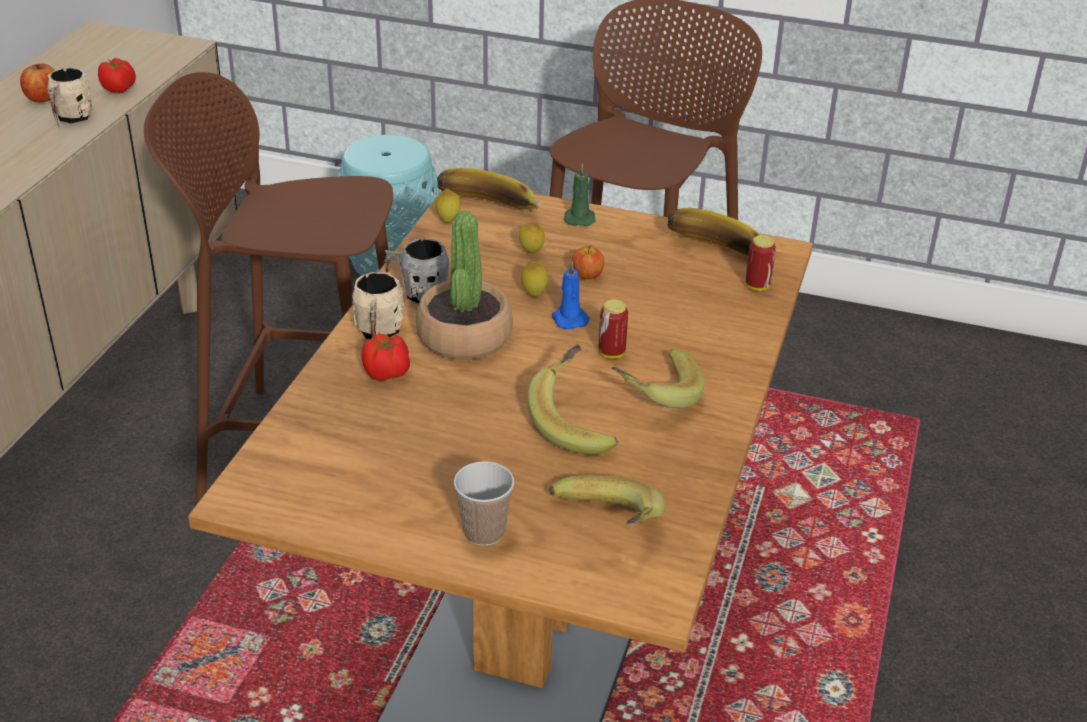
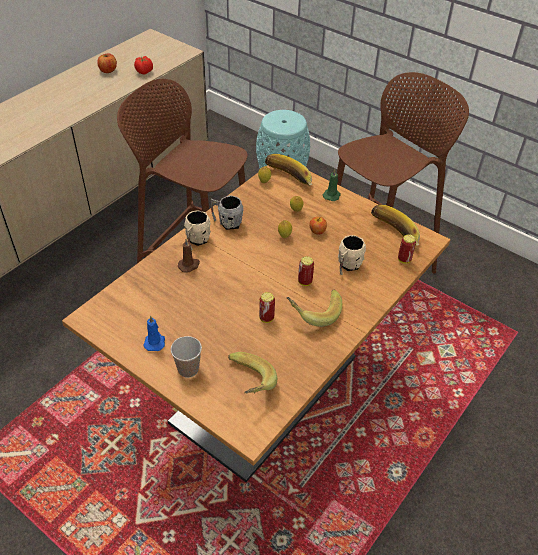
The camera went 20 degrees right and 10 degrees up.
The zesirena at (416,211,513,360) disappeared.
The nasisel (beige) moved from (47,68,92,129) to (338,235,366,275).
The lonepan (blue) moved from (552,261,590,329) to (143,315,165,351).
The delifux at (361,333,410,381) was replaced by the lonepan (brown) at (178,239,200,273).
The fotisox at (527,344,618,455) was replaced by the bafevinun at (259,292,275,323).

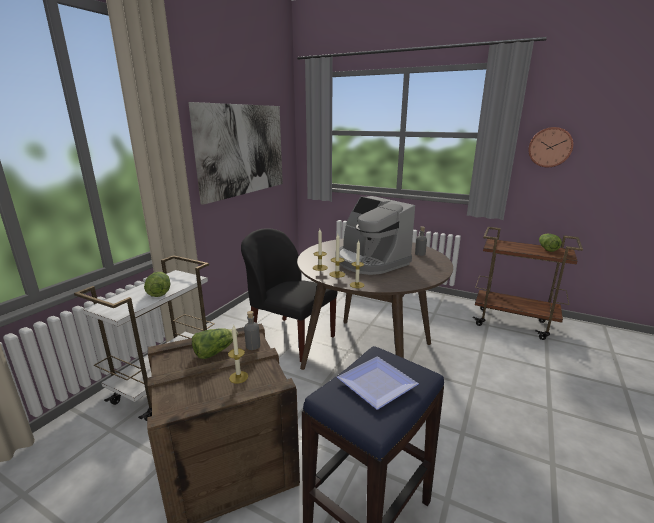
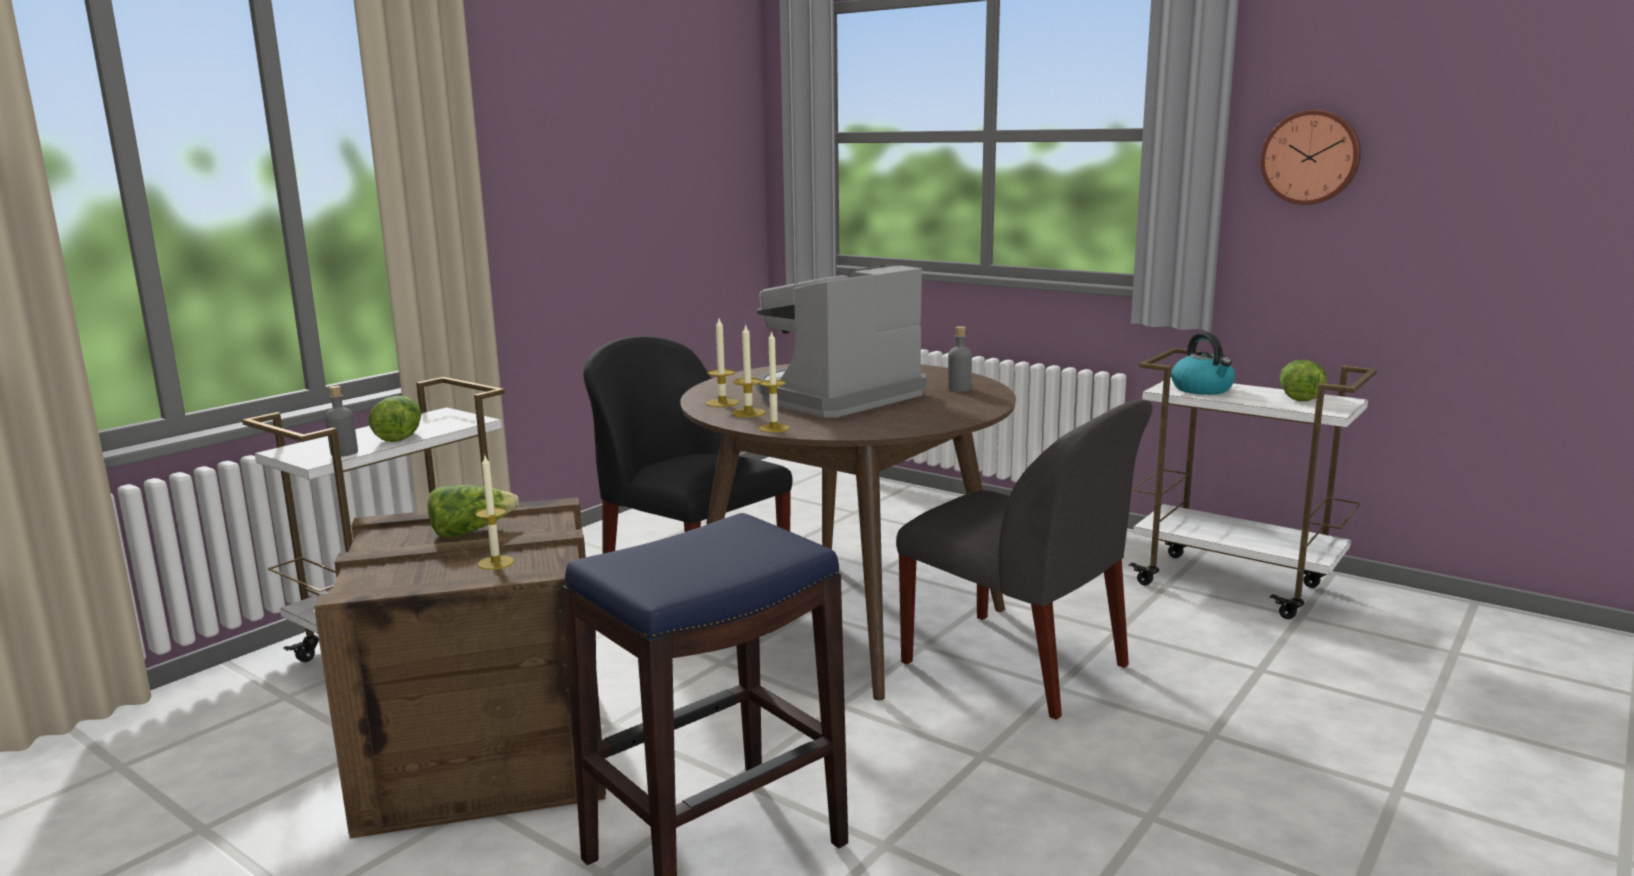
The camera went 10 degrees right and 5 degrees down.
The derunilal at (188,102,283,205) disappeared.
The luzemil at (337,357,419,410) disappeared.
The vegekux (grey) at (896,399,1153,720) appeared.
The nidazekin at (1171,332,1235,395) appeared.
The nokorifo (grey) moved from (244,311,260,350) to (325,386,358,457).
The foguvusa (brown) at (472,227,583,340) became the foguvusa (white) at (1129,348,1377,619).
The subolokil at (335,196,415,275) turned 75 degrees clockwise.

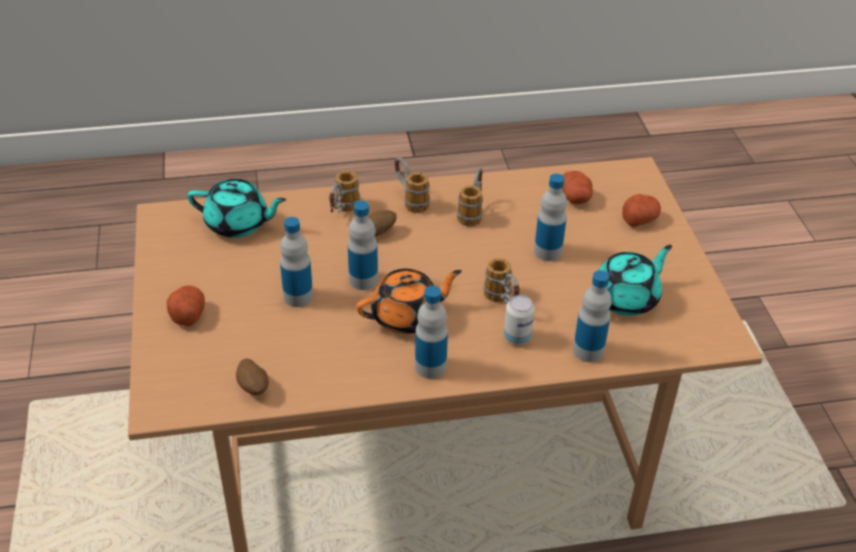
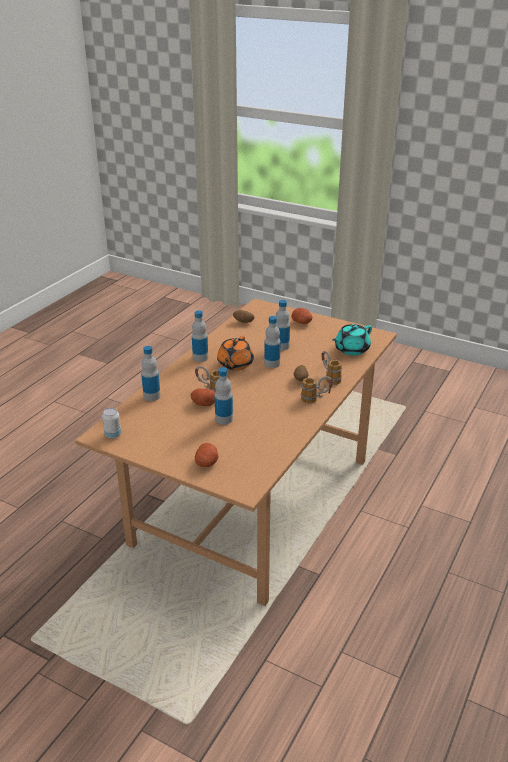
The camera went 130 degrees right and 10 degrees down.
The nasisel at (457,168,483,227) disappeared.
The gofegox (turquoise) at (599,245,672,316) disappeared.
The bafevinun moved from (504,295,535,345) to (102,408,121,439).
The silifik moved from (562,171,593,204) to (190,389,215,406).

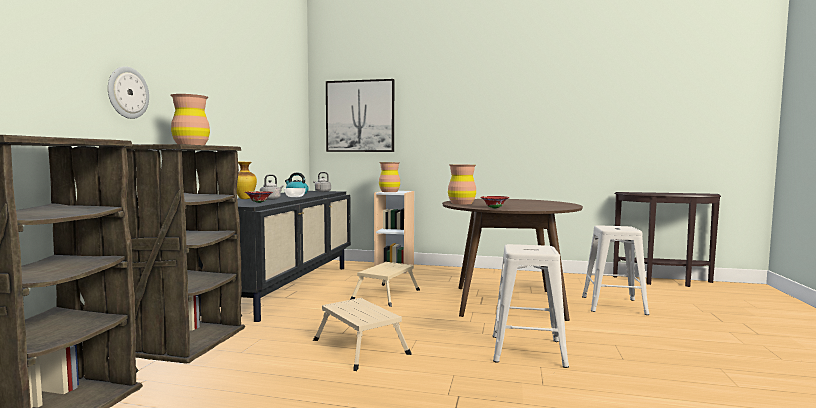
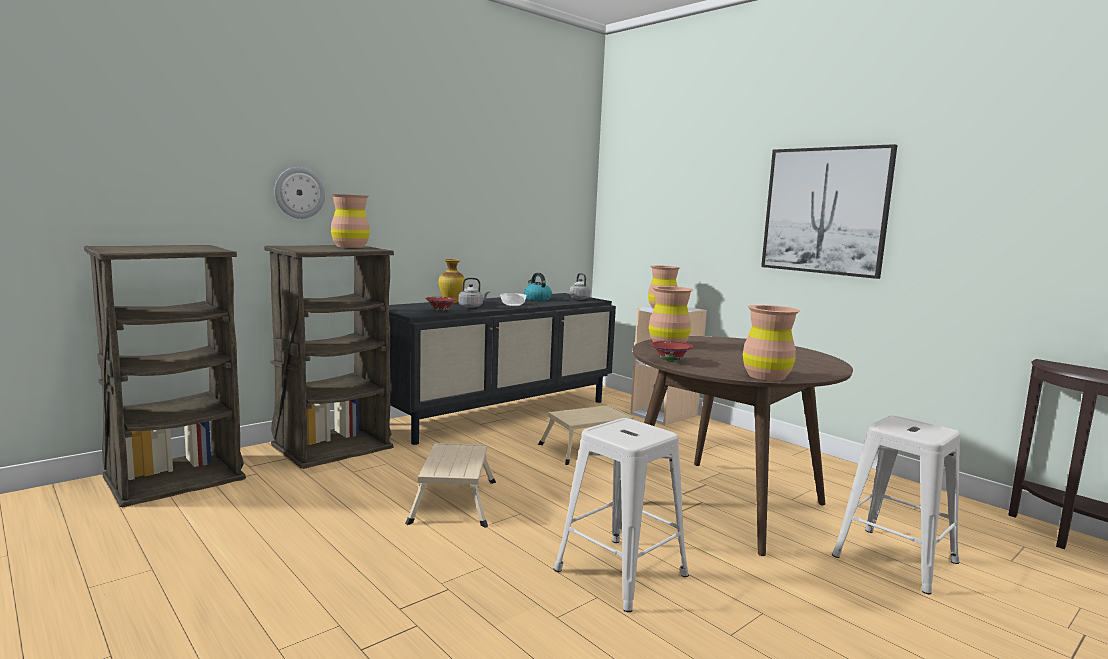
The camera went 35 degrees right and 5 degrees up.
The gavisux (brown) at (743,305,800,381) appeared.
The derunilal moved from (326,79,394,152) to (761,144,897,279).

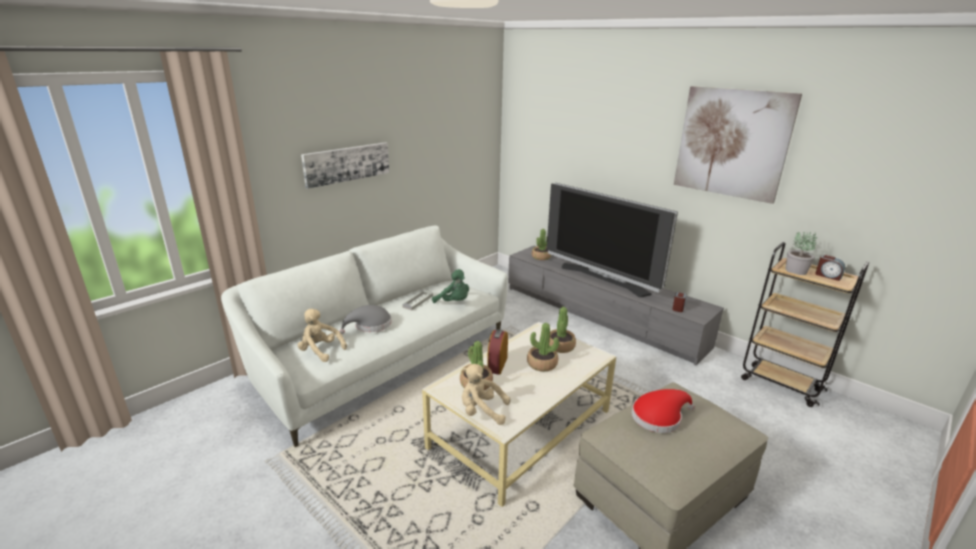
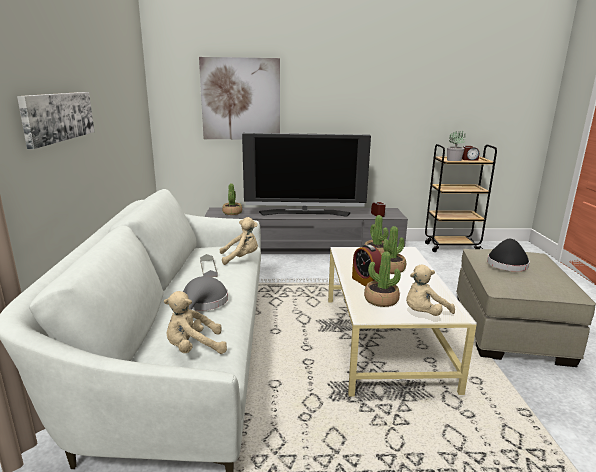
The camera went 45 degrees left and 5 degrees down.
The derunilal moved from (674,86,802,204) to (199,57,280,139).
The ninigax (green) at (432,269,469,303) became the ninigax (beige) at (220,217,258,265).
The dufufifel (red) at (632,389,695,433) became the dufufifel (black) at (487,239,530,271).

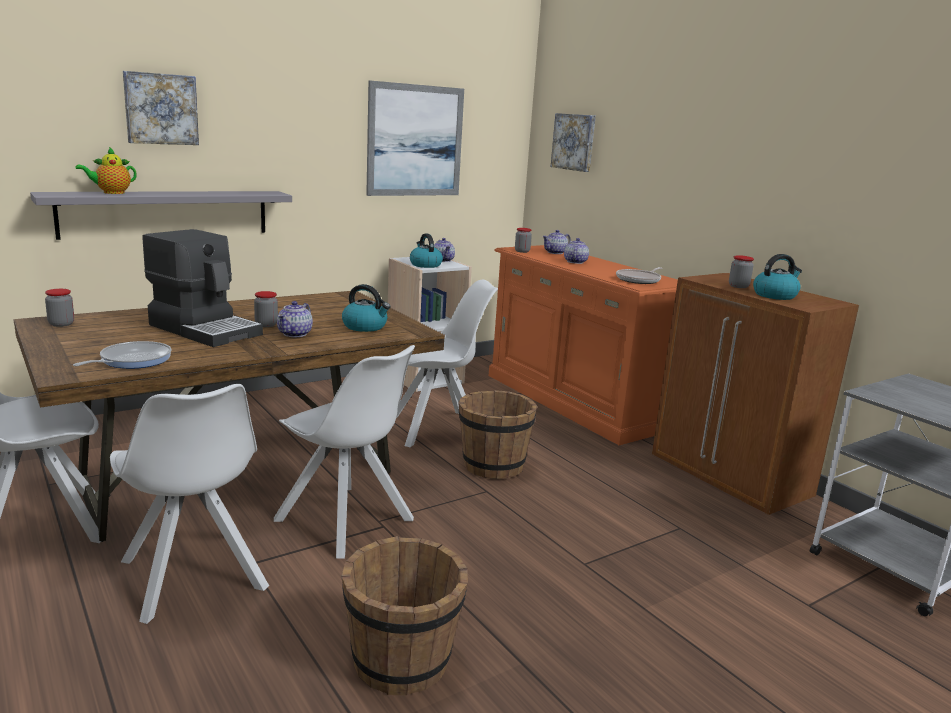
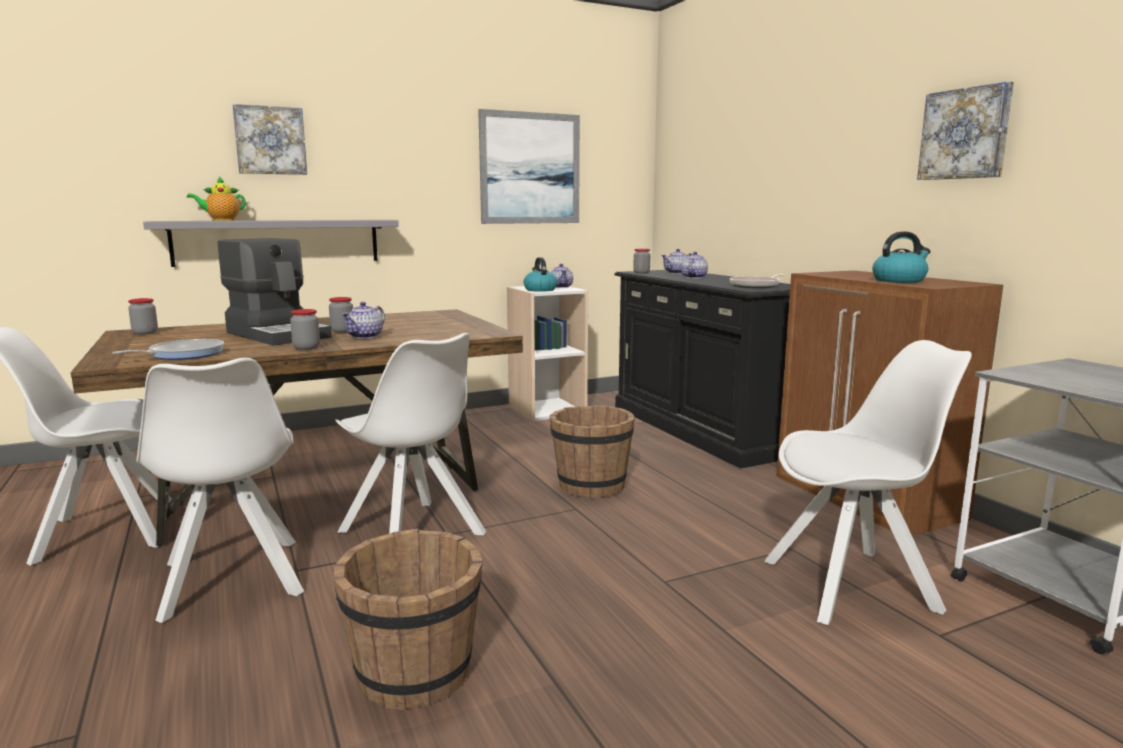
The camera went 10 degrees right and 5 degrees down.
The nidazekin at (342,284,390,332) disappeared.
The vegekux (white) moved from (396,280,498,447) to (764,340,972,625).
The derunilal moved from (551,113,596,172) to (917,81,1014,180).
The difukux moved from (729,255,754,288) to (290,309,320,350).
The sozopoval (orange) at (489,245,678,445) became the sozopoval (black) at (614,270,790,469).

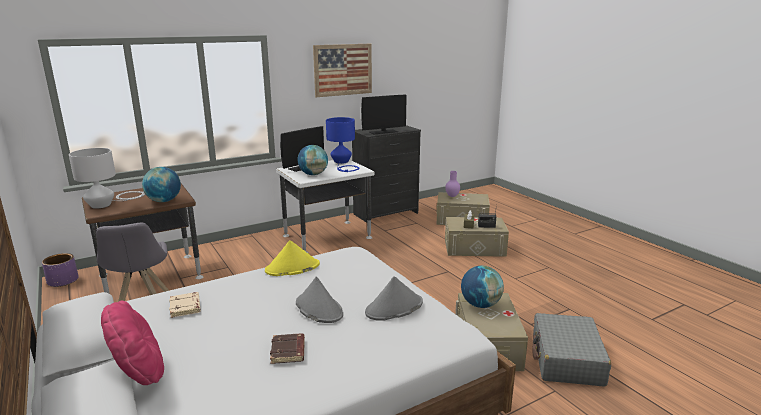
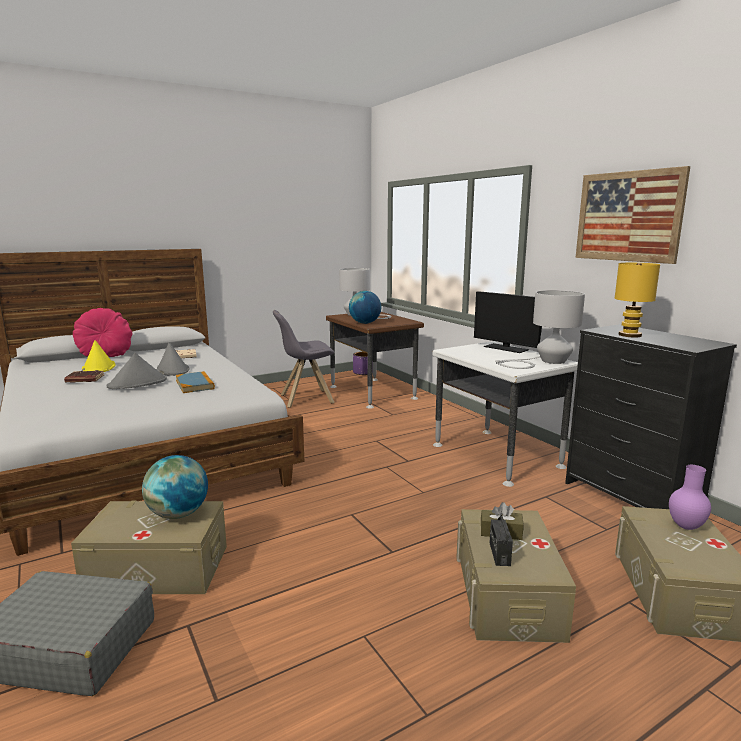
The camera went 90 degrees right and 5 degrees down.
The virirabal at (298,145,328,175) disappeared.
The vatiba at (175,371,215,393) appeared.
The dufufifel (yellow) moved from (265,240,320,276) to (82,340,115,372).
The dufufifel (grey) moved from (365,276,423,321) to (156,342,189,376).
The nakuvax at (361,95,407,134) was replaced by the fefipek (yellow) at (615,263,660,338).
The fefipek (blue) at (326,117,359,172) became the fefipek (grey) at (495,290,585,369).

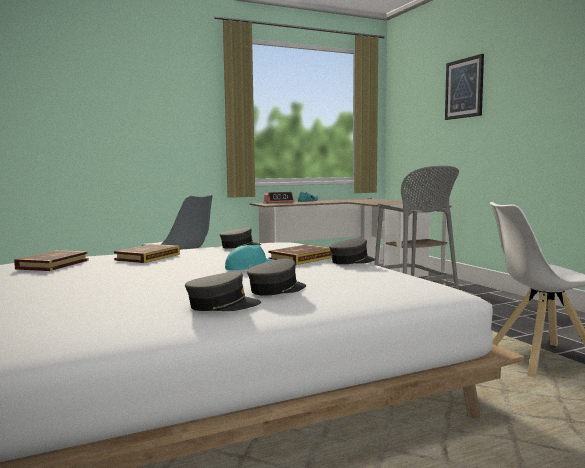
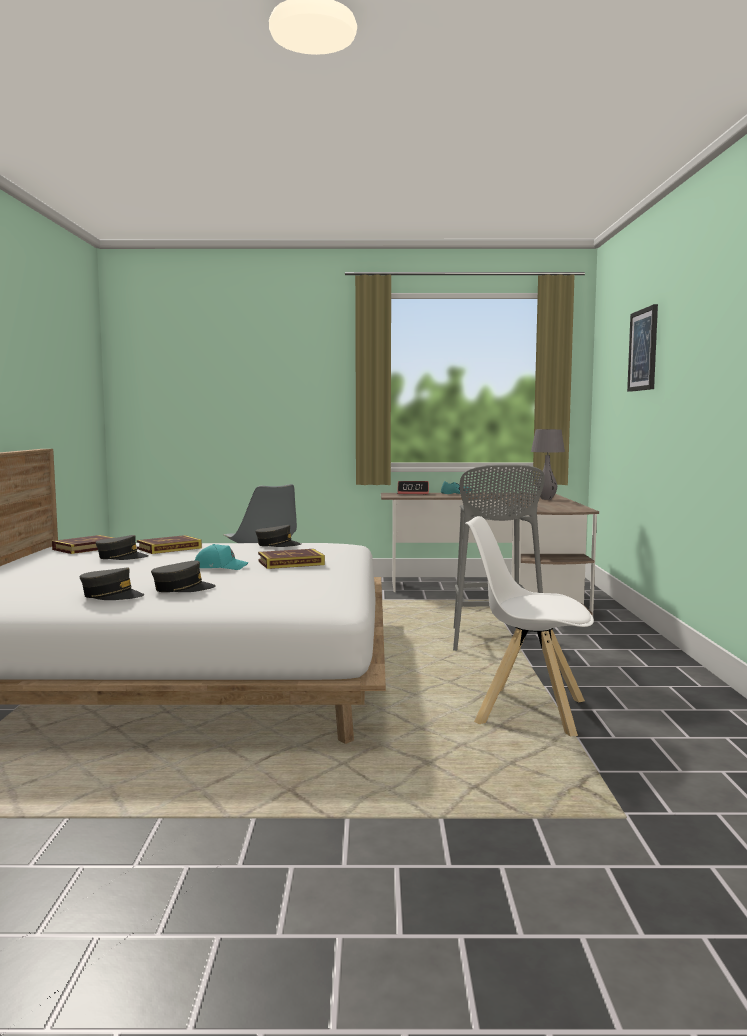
The camera went 25 degrees right and 0 degrees up.
The fefipek (grey) at (531,429,565,500) appeared.
The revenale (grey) moved from (329,238,376,264) to (95,535,149,560).

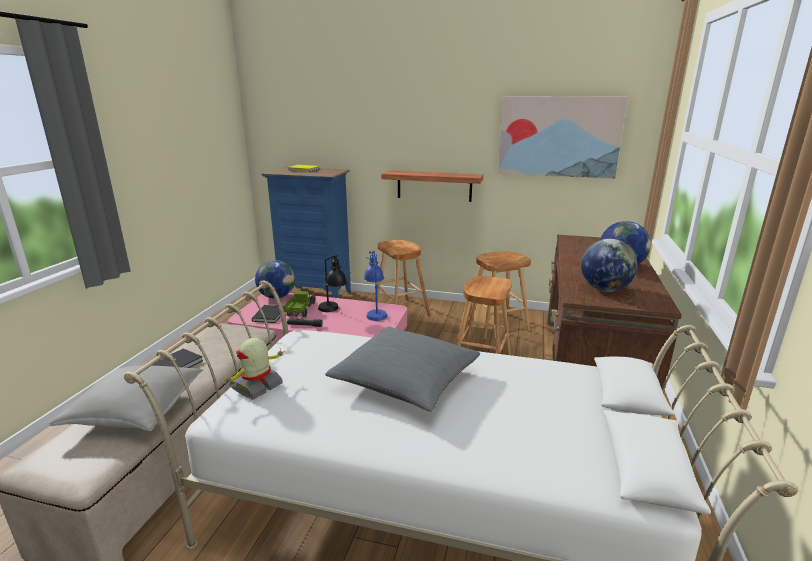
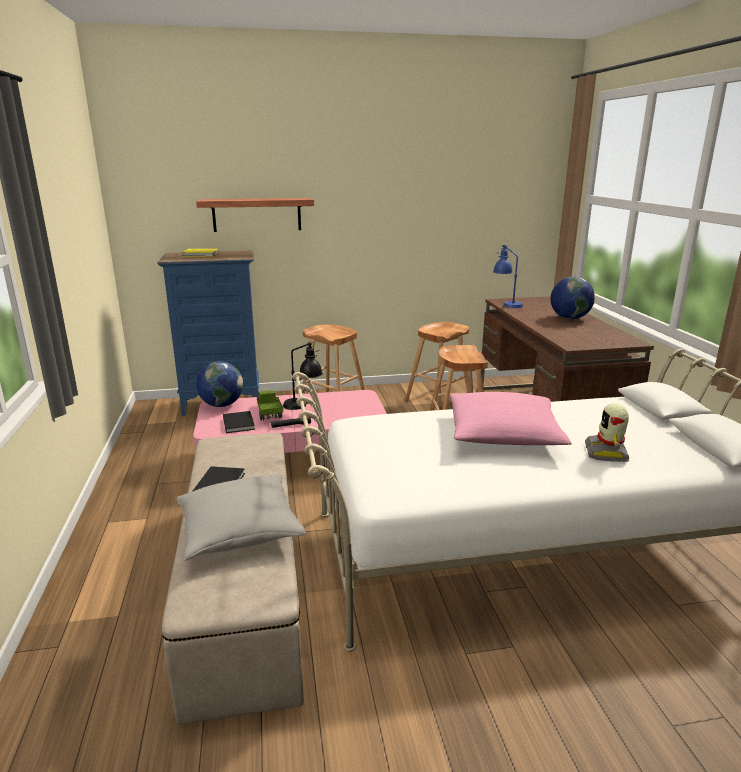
The camera went 25 degrees left and 0 degrees up.
The derunilal at (498,96,628,179) disappeared.
The virirabal at (581,239,638,292) disappeared.
The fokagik moved from (224,338,283,400) to (585,404,629,462).
The fefipek (blue) moved from (364,251,387,321) to (493,245,523,308).
The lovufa moved from (381,170,483,202) to (196,198,314,232).
The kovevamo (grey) at (325,327,480,412) became the kovevamo (pink) at (450,392,572,445).

